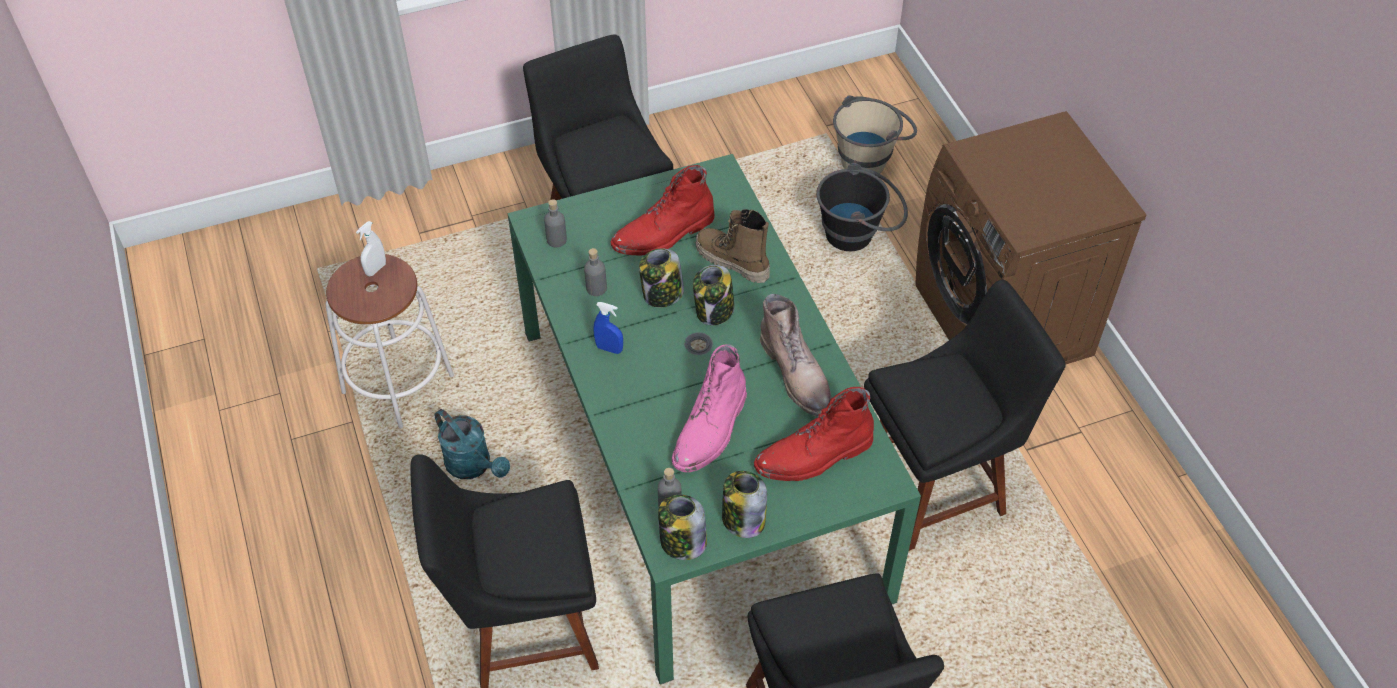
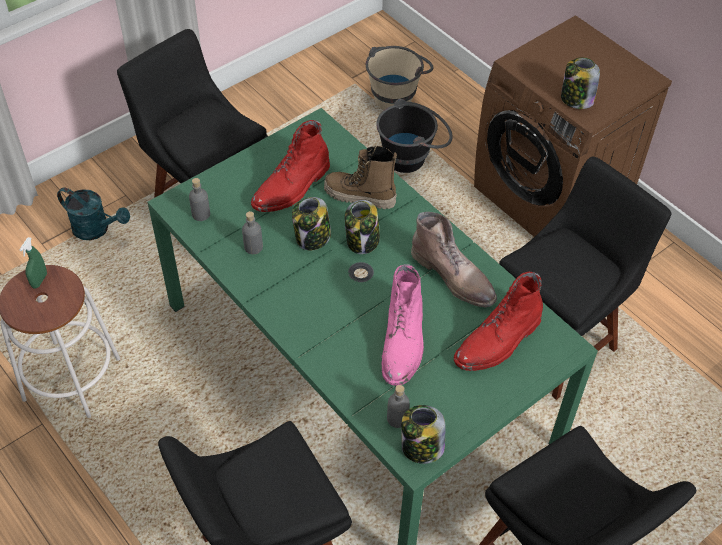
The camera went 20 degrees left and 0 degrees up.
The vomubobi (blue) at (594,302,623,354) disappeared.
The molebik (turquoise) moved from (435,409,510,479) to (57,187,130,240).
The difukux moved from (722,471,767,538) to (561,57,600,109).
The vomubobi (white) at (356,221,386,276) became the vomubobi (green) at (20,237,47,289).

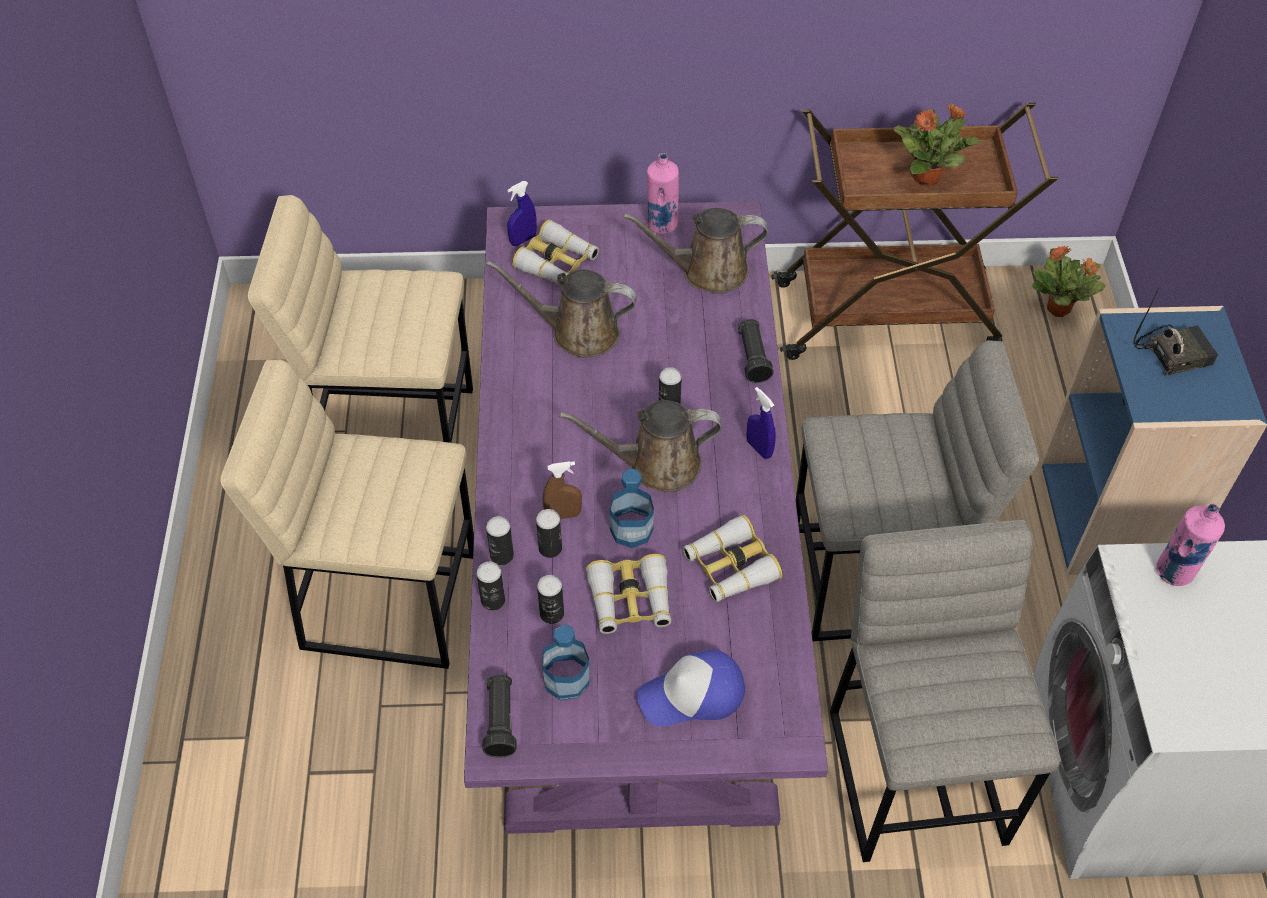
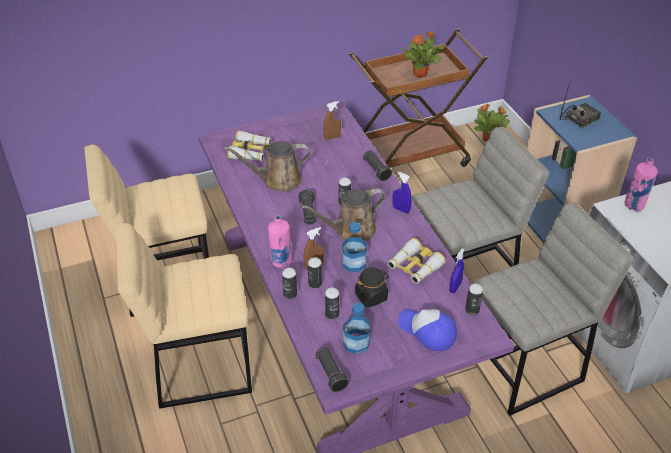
The camera went 20 degrees left and 10 degrees down.
The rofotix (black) at (298,190,316,225) appeared.
The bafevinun moved from (476,562,505,611) to (465,283,483,315).
The vomubobi (blue) moved from (507,181,537,246) to (449,248,465,293).
The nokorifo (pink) moved from (647,153,679,234) to (268,215,292,268).
The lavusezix at (586,554,671,634) was replaced by the difukux (black) at (355,267,389,307).
The molebik (brown) at (623,208,768,294) was replaced by the vomubobi (brown) at (323,101,341,140).
The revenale at (637,649,745,726) turned 75 degrees clockwise.
The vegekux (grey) at (830,520,1060,862) turned 90 degrees clockwise.

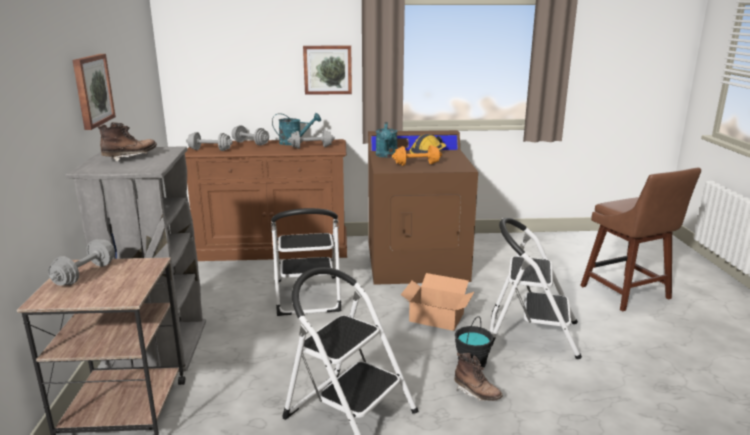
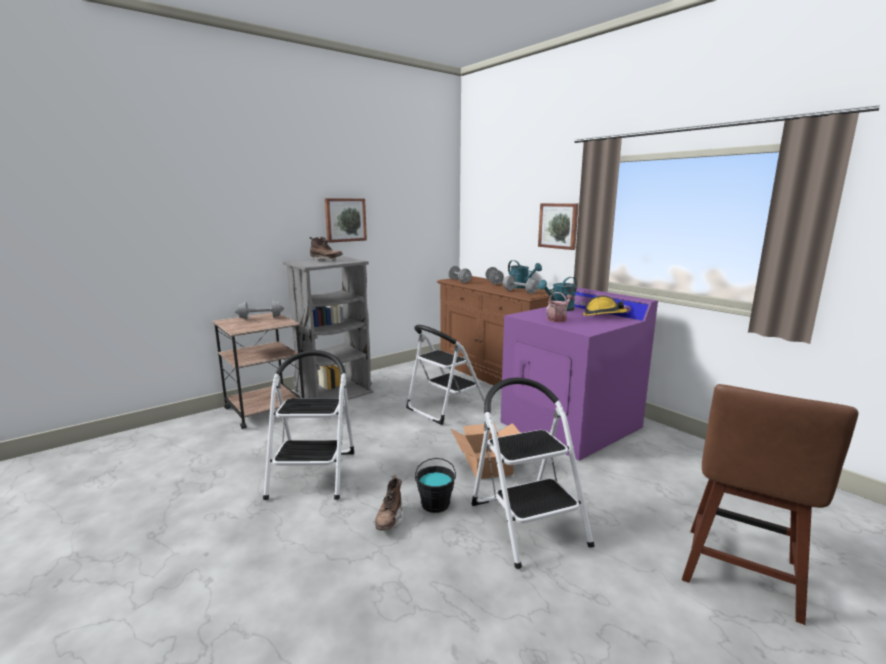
The camera went 55 degrees right and 5 degrees down.
The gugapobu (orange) at (392,145,442,166) was replaced by the molebik at (546,292,574,322).
The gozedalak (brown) at (368,130,478,285) became the gozedalak (purple) at (501,287,658,461).

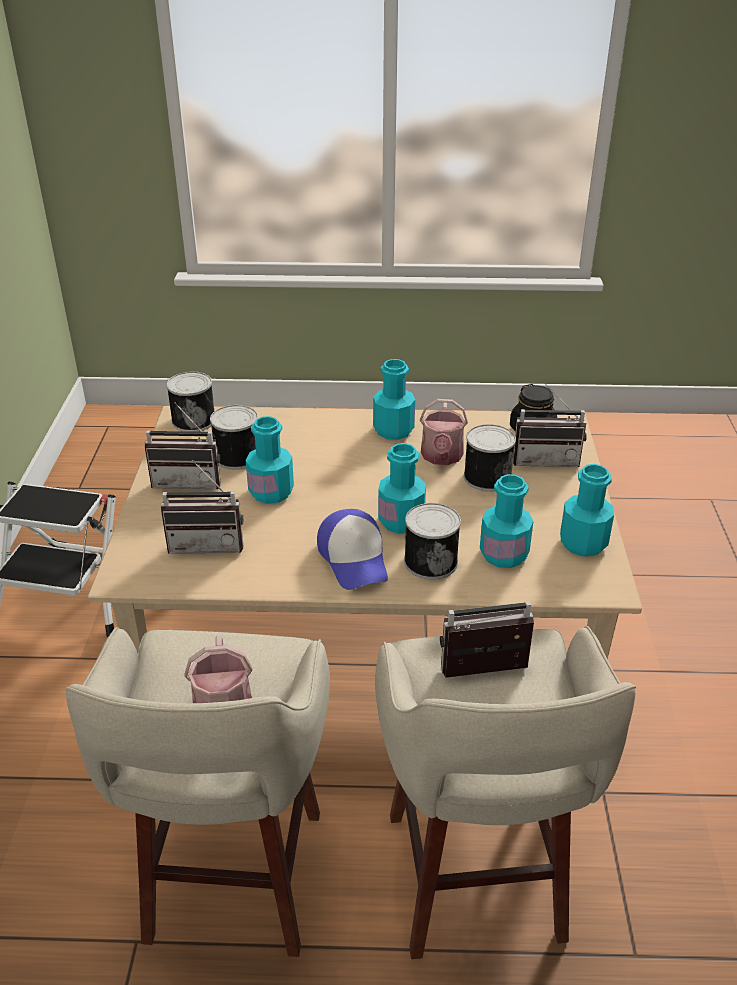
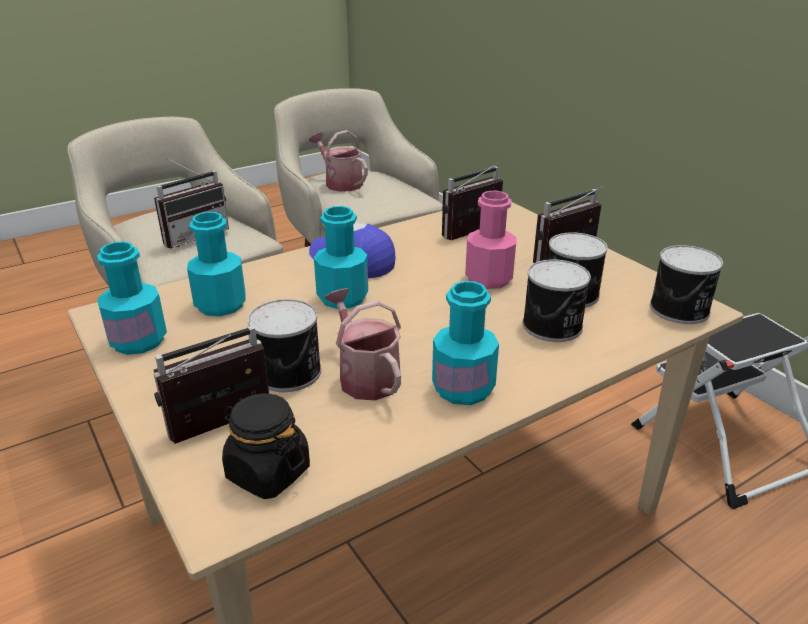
The camera went 145 degrees right and 5 degrees down.
The bafevinun moved from (404,503,461,580) to (522,259,591,342).
The nokorifo (turquoise) at (246,416,294,504) became the nokorifo (pink) at (465,191,517,289).

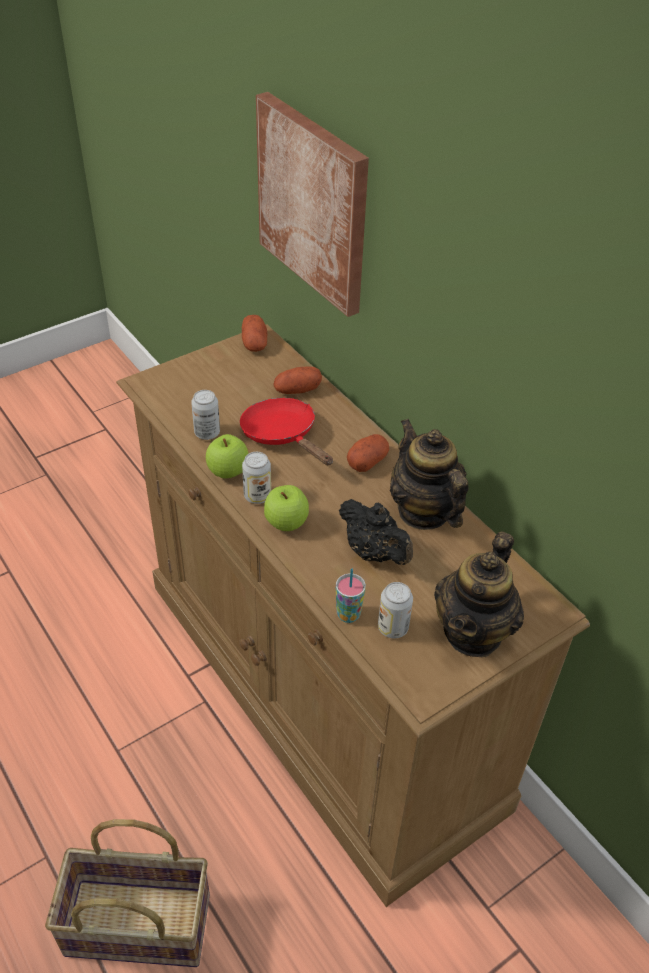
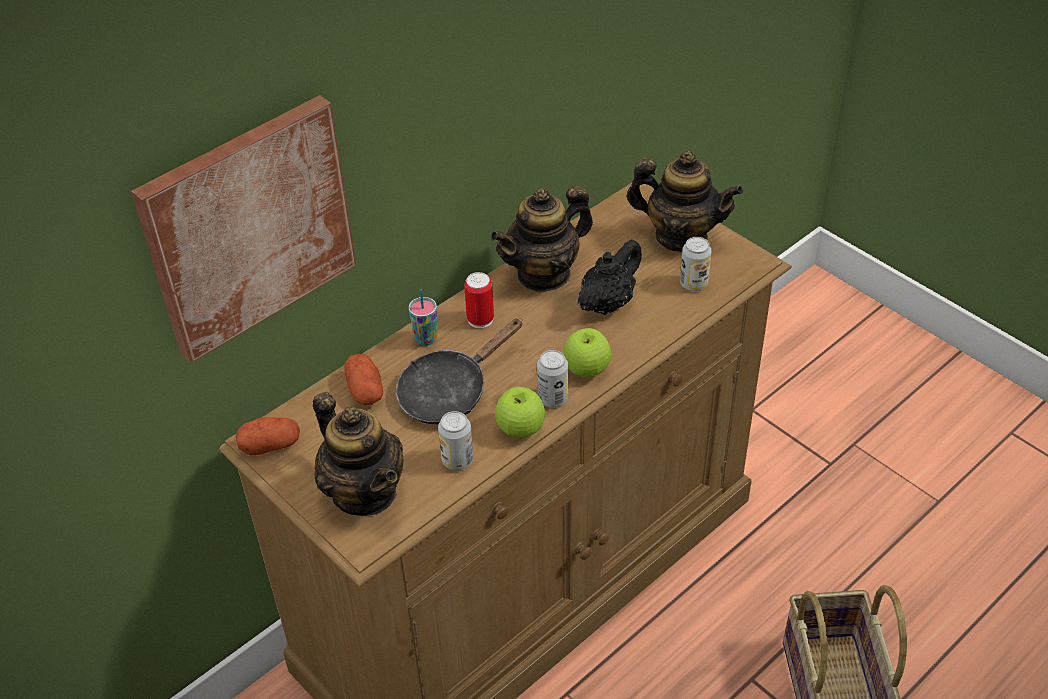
The camera went 95 degrees left and 0 degrees up.
The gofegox at (313,392,404,516) appeared.
The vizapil moved from (336,569,366,623) to (409,289,437,346).
The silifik at (347,434,390,472) was replaced by the bafevinun at (464,272,494,328).
The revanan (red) at (240,398,333,465) became the revanan (black) at (396,318,523,424).

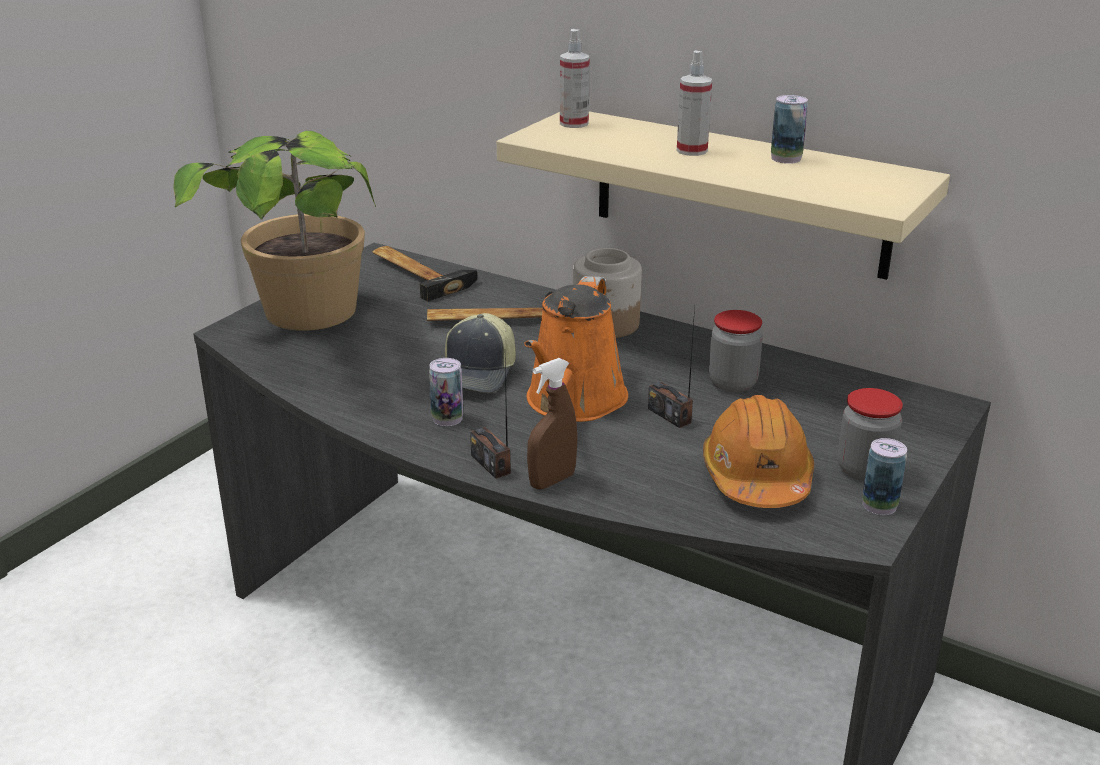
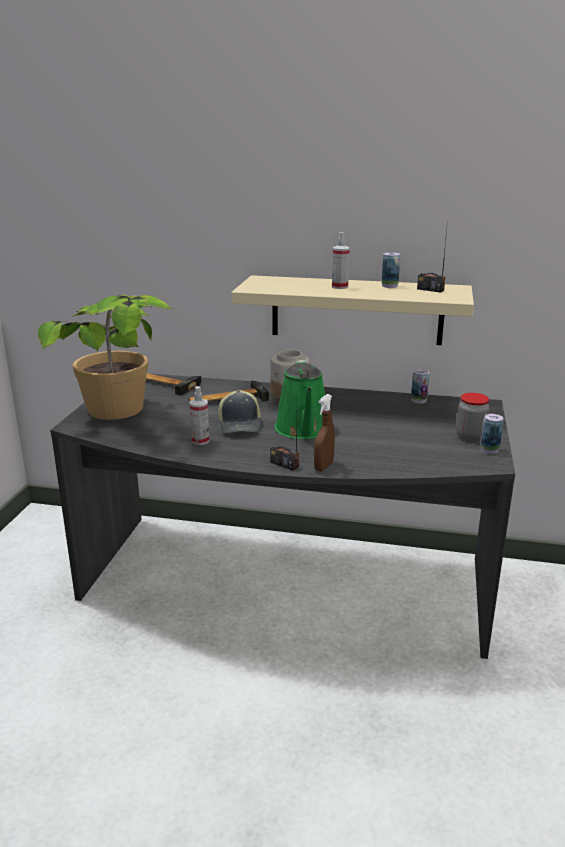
The camera went 20 degrees left and 5 degrees down.
The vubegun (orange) at (703,395,814,508) disappeared.
The difukux at (709,310,763,392) disappeared.
The bafevinun moved from (429,358,463,426) to (411,369,429,404).
The vomubobi moved from (560,29,590,128) to (190,386,209,445).
The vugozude moved from (648,307,695,428) to (417,220,448,293).
The molebik (orange) at (524,276,628,422) became the molebik (green) at (275,360,325,439).

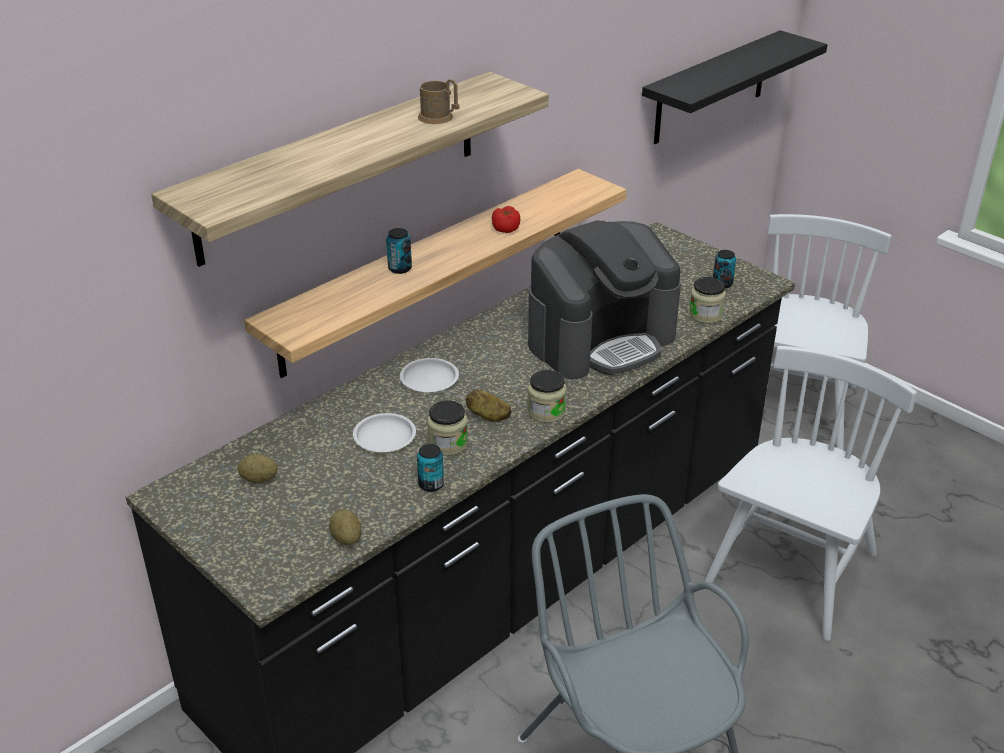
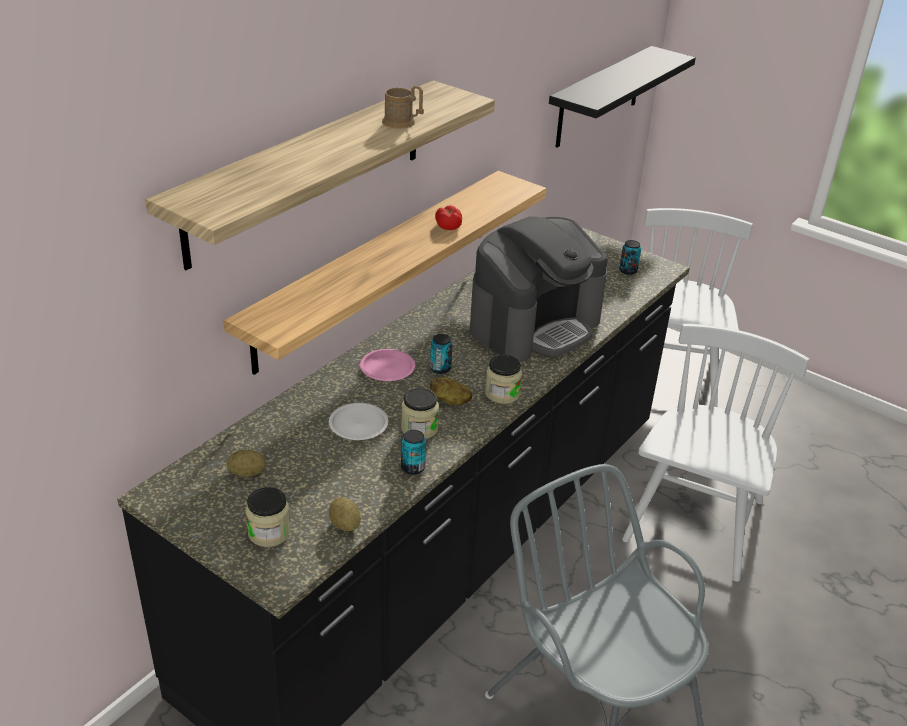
The camera went 10 degrees left and 0 degrees up.
The bafevinun moved from (386,228,412,274) to (430,334,453,374).
The difukux moved from (689,277,726,324) to (246,487,291,547).
The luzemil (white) at (400,358,459,392) became the luzemil (pink) at (360,349,415,381).

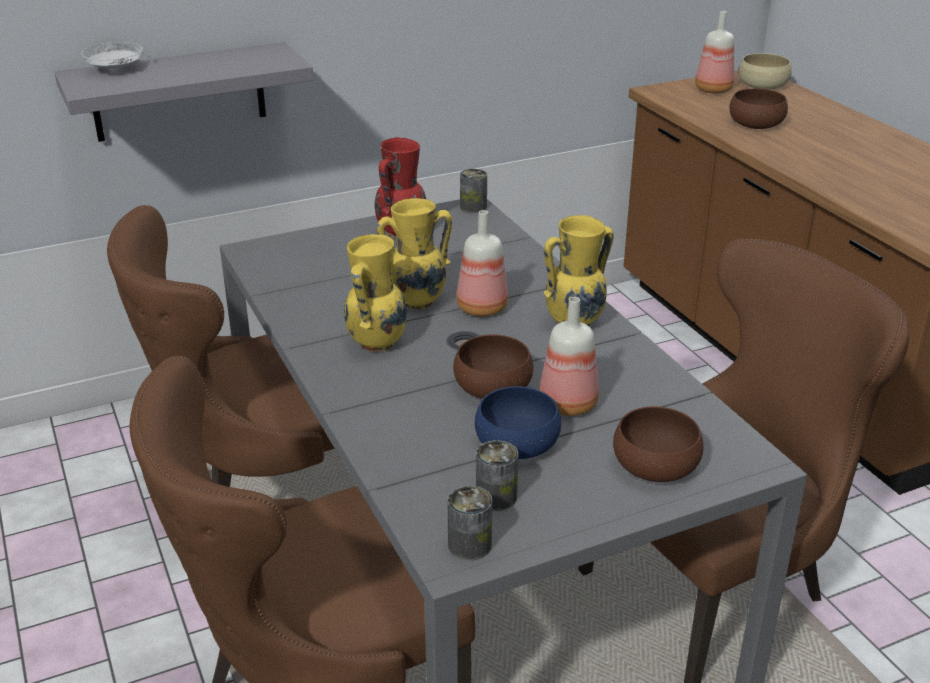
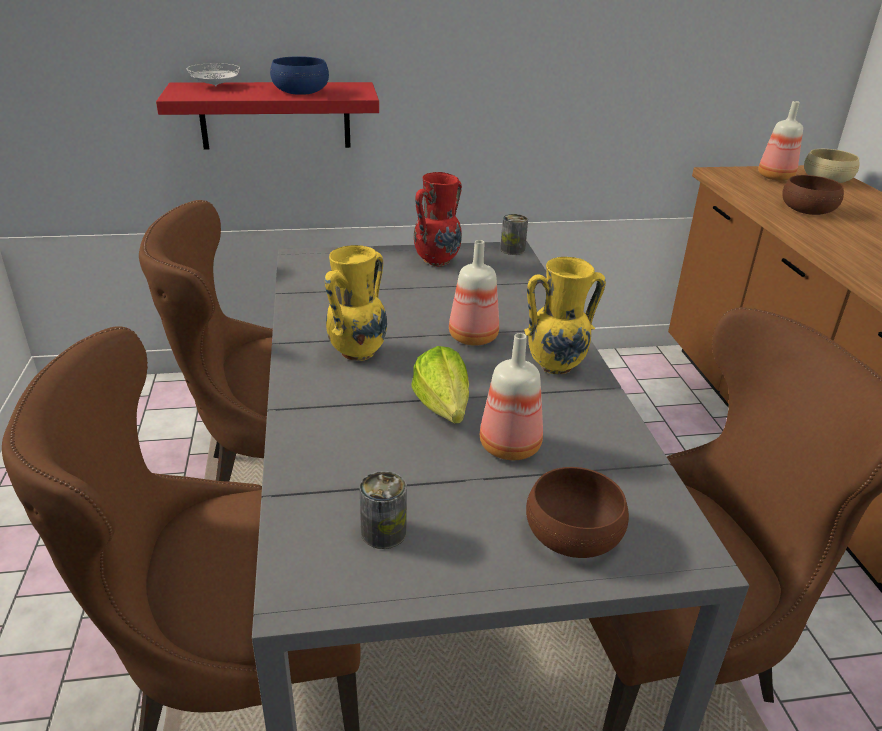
The camera went 15 degrees right and 0 degrees up.
The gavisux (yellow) at (377,198,452,310) disappeared.
The bafevinun at (448,486,493,560) disappeared.
The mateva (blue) moved from (475,386,561,459) to (270,56,329,95).
The mateva (brown) at (453,334,534,399) was replaced by the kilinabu at (411,346,469,424).
The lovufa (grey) at (54,42,314,142) became the lovufa (red) at (156,82,379,150).

